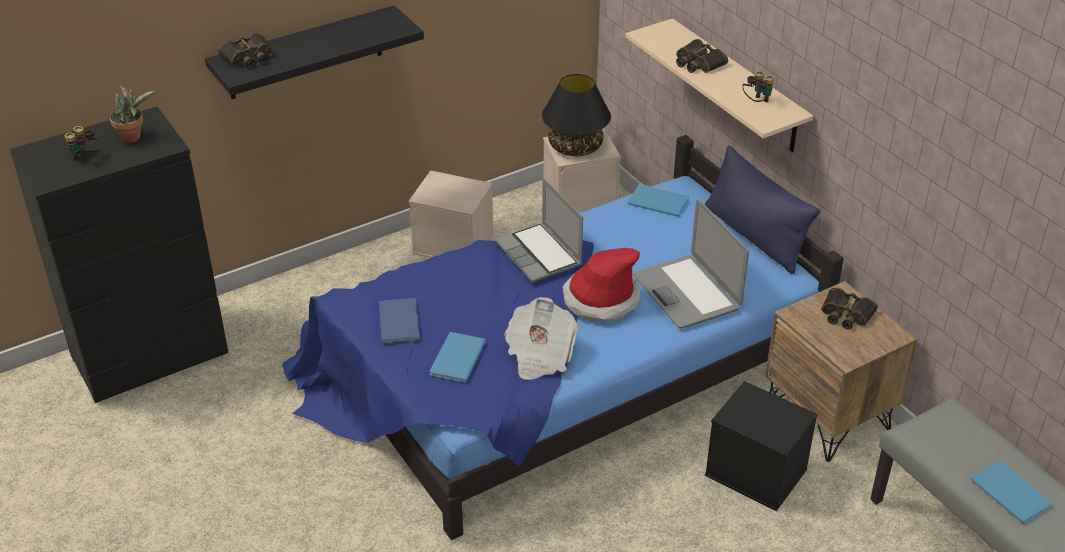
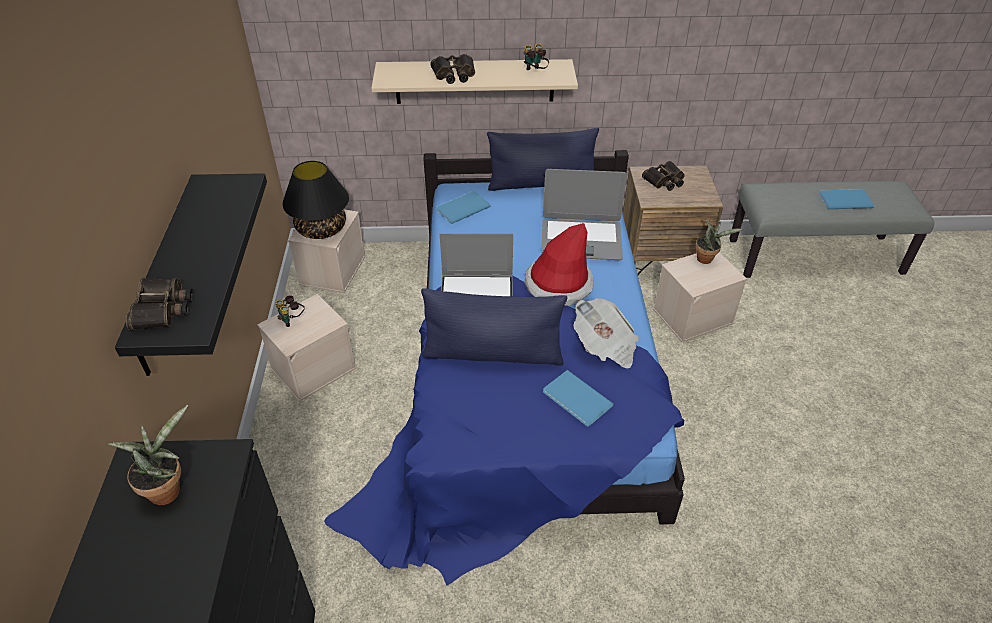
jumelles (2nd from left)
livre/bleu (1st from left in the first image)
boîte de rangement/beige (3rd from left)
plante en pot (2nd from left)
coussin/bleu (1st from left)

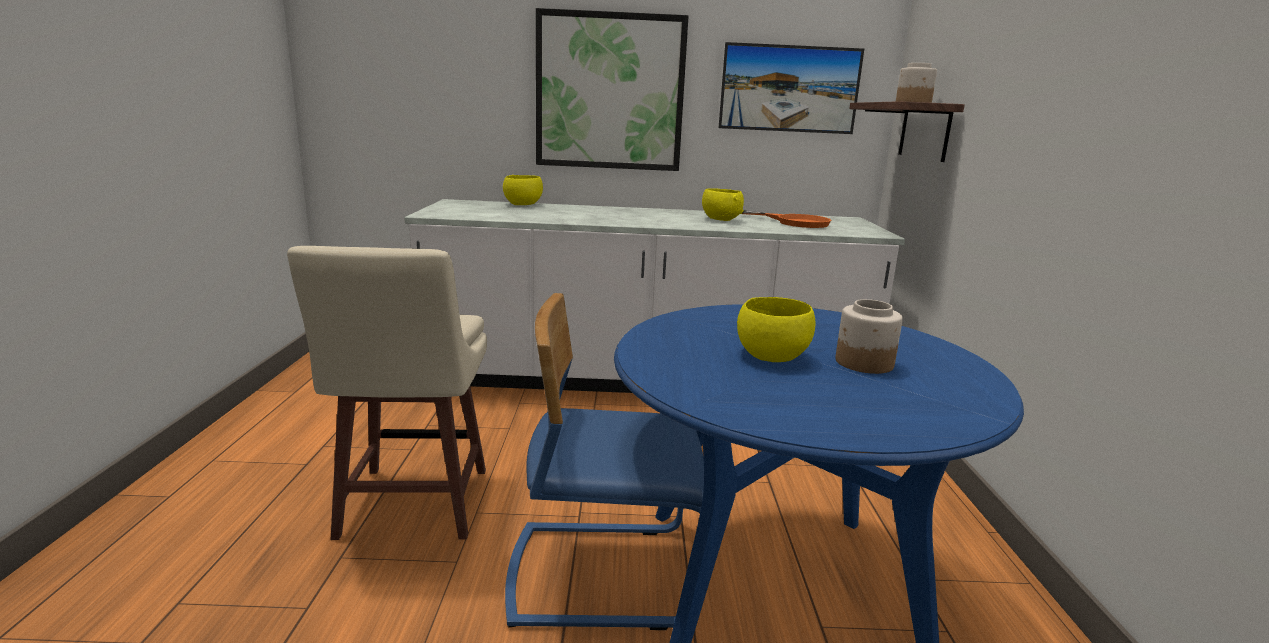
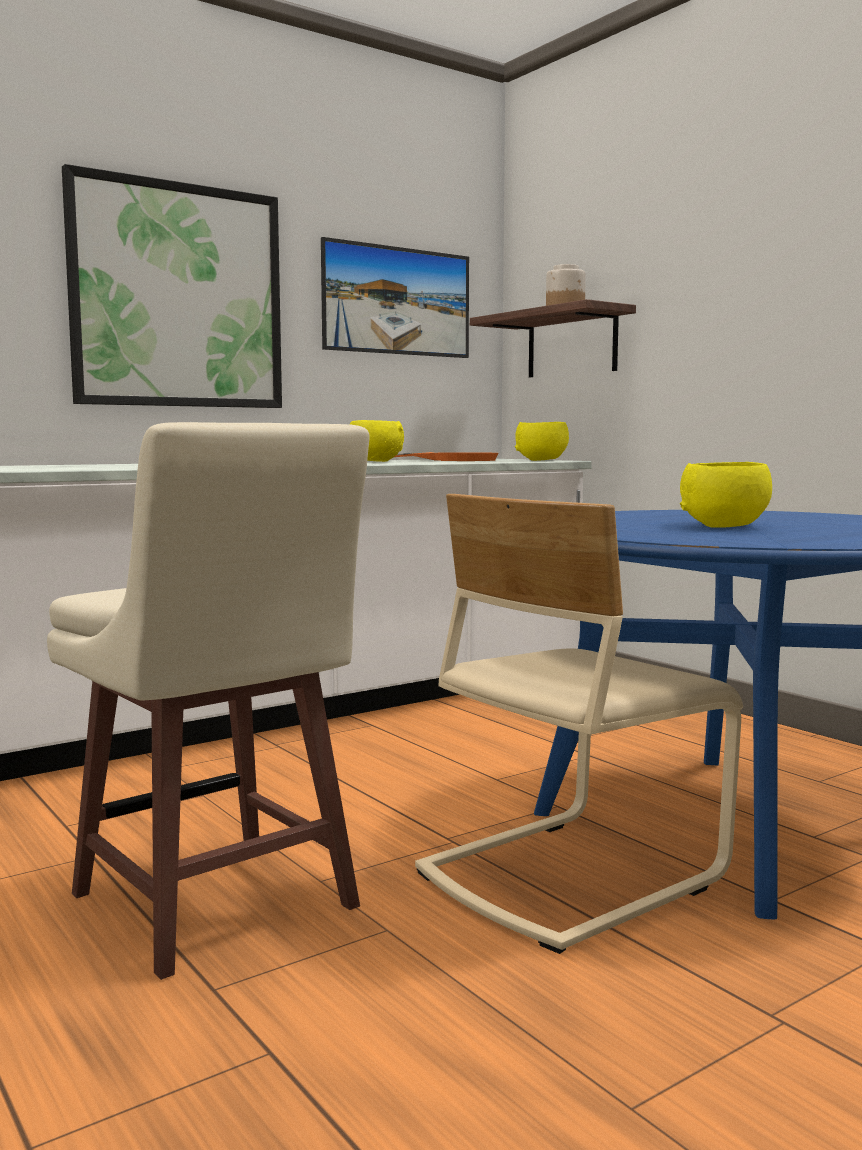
bol/jaune (2nd from left)
chaise/beige
bocal (1st from left in the first image)

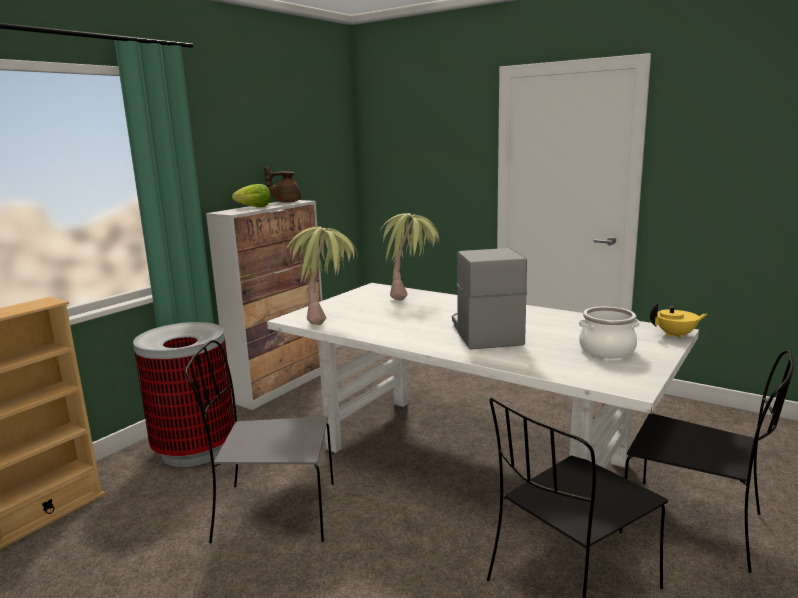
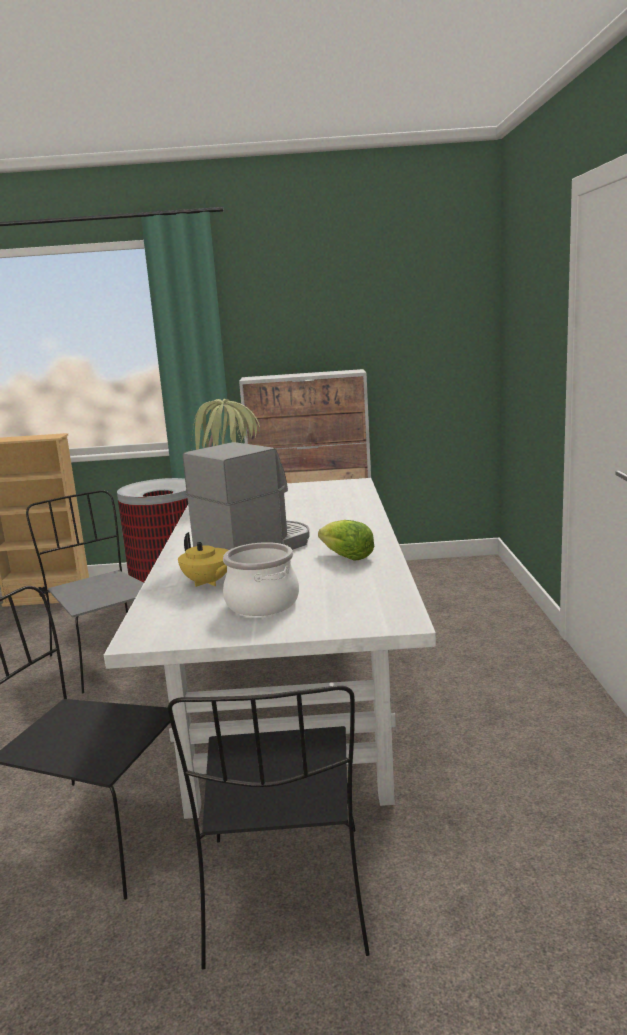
théière/marron
laitue
plante en pot (2nd from left in the first image)
théière/jaune

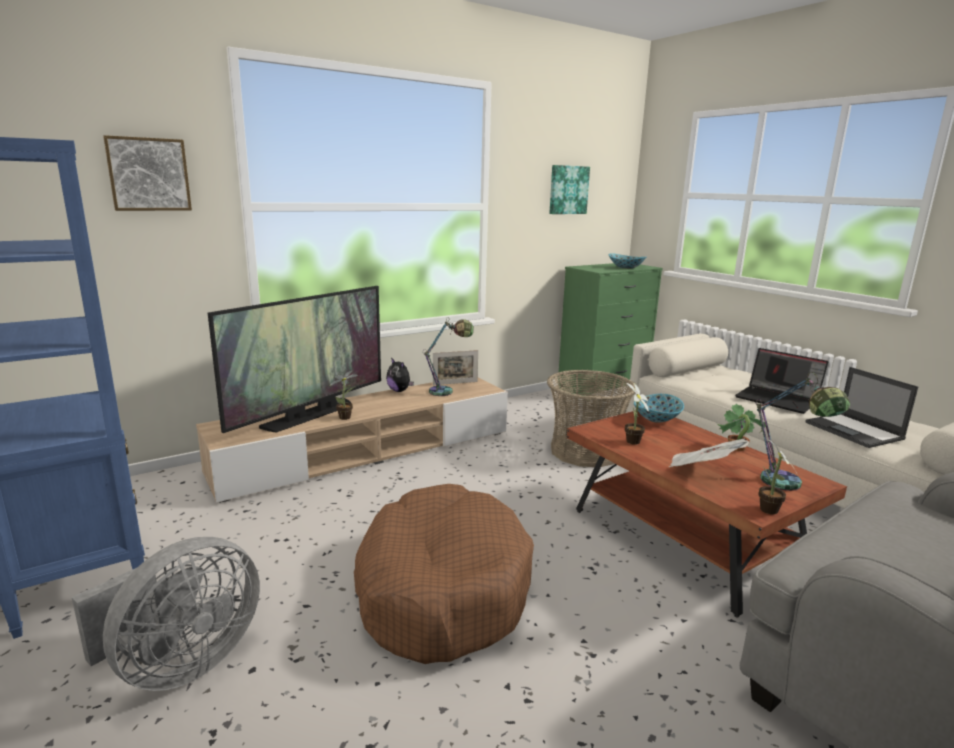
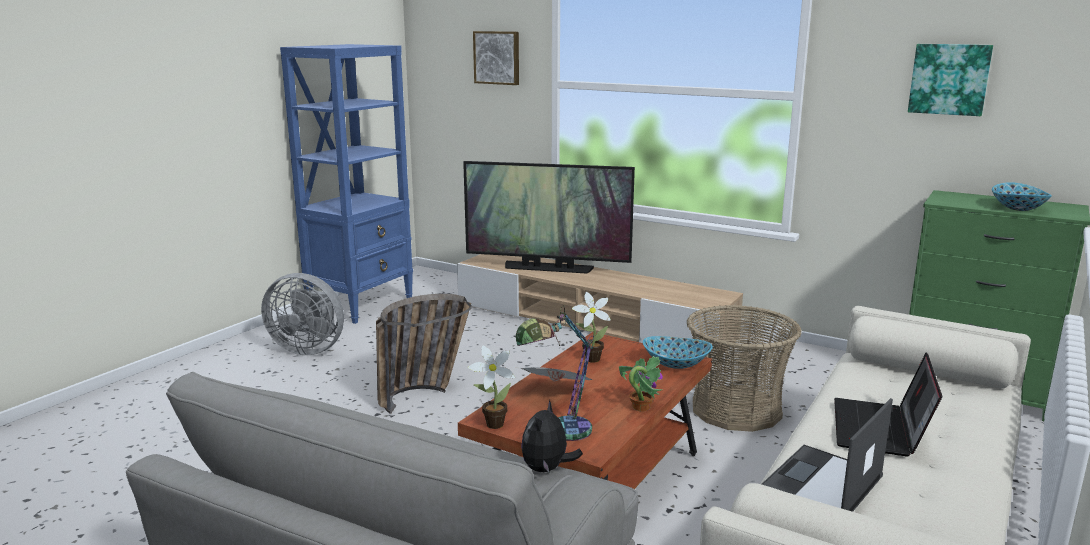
lampe de table (1st from left in the first image)
cadre photo
peluche
plante en pot (1st from left in the first image)
panier (1st from left)

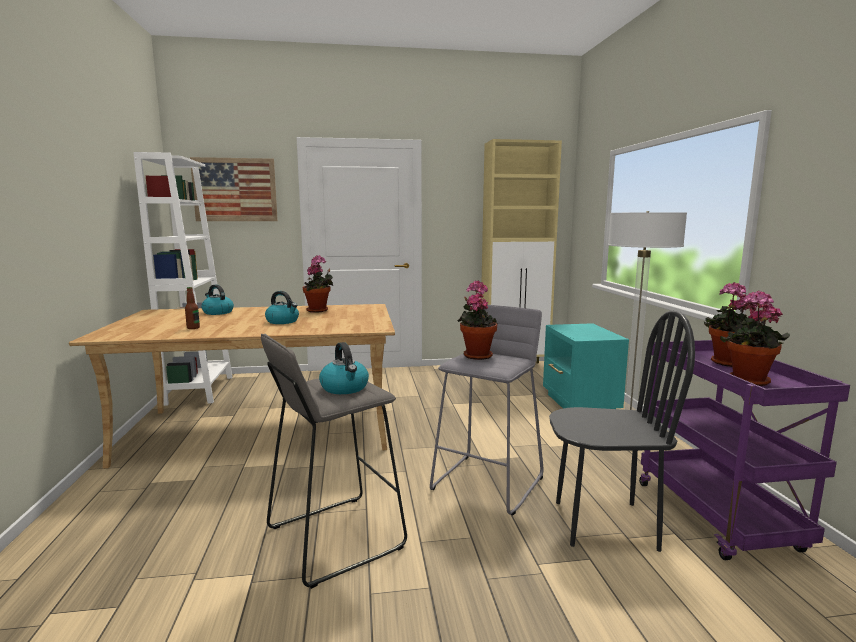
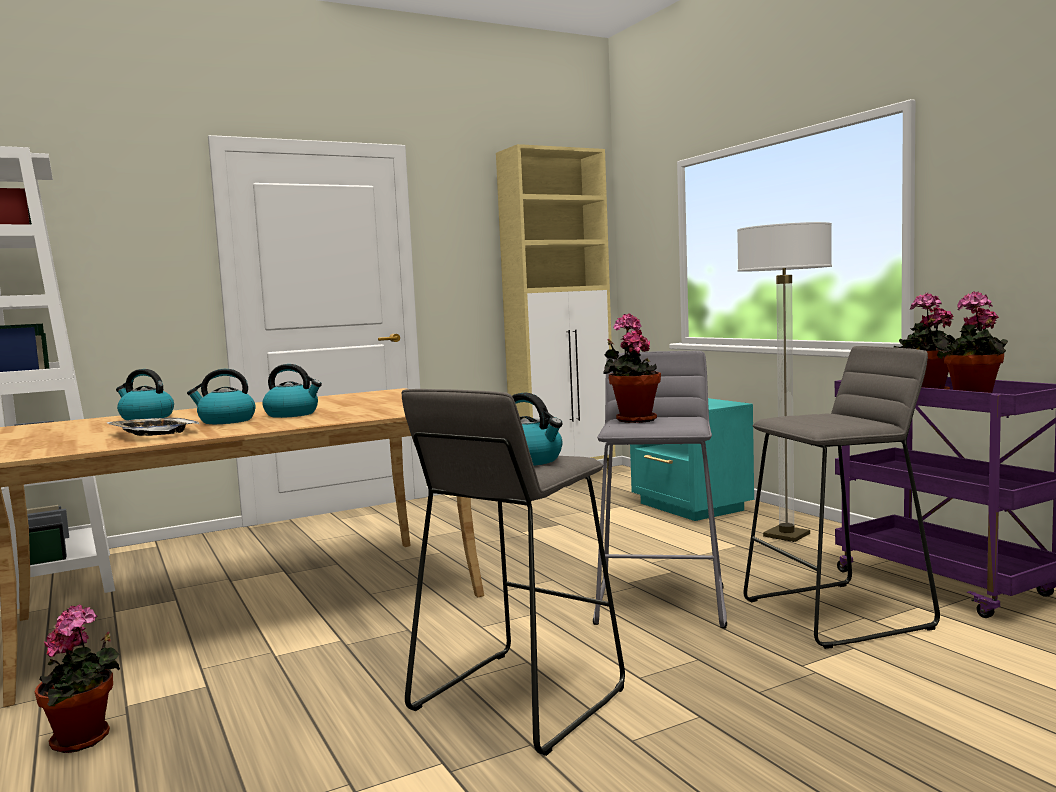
tableau
plante en pot (1st from left)
plateau
tabouret/gris (3rd from left)
bouilloire (2nd from left)

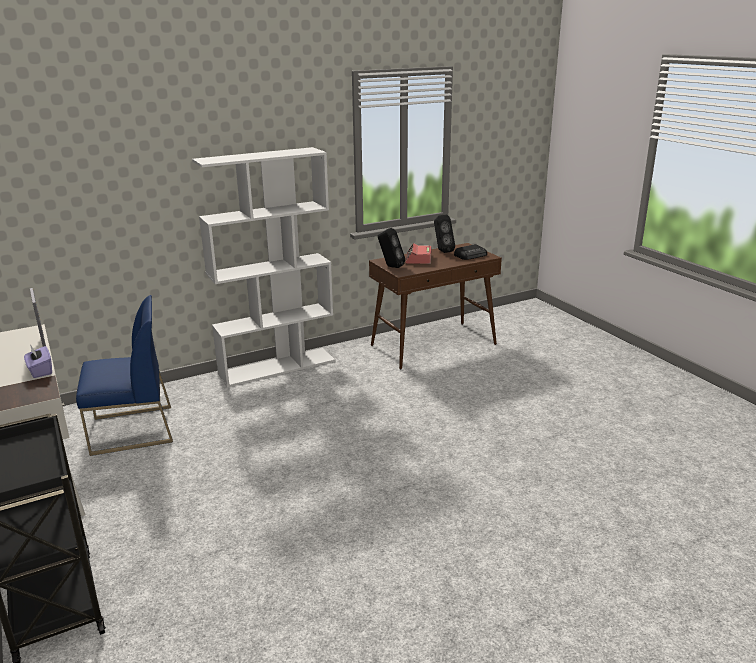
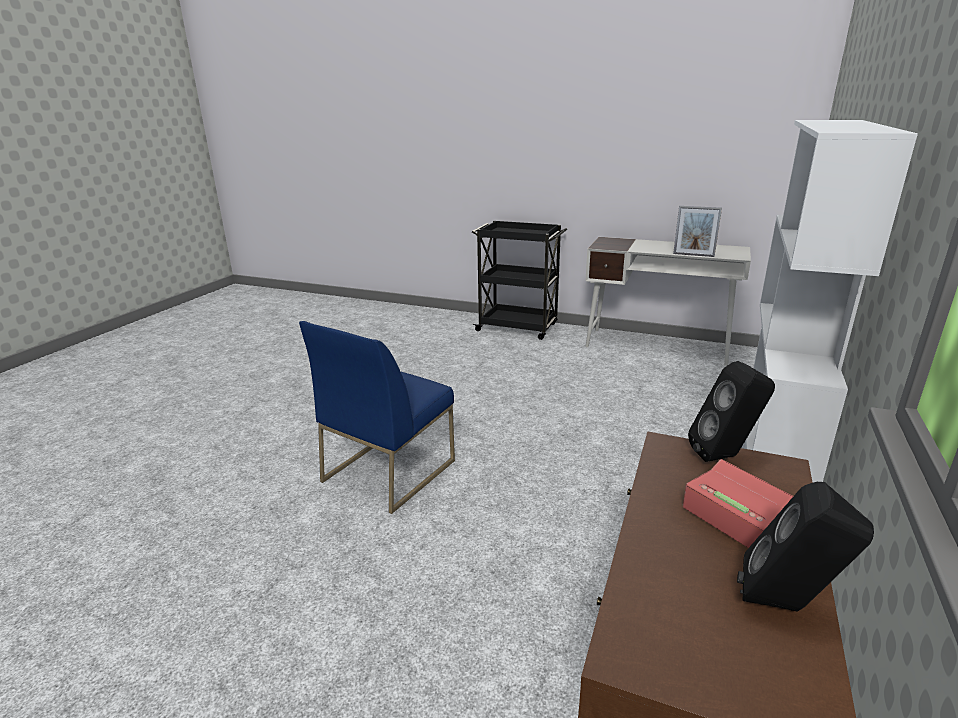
radio
chaise/bleu
boîte à mouchoirs/violet

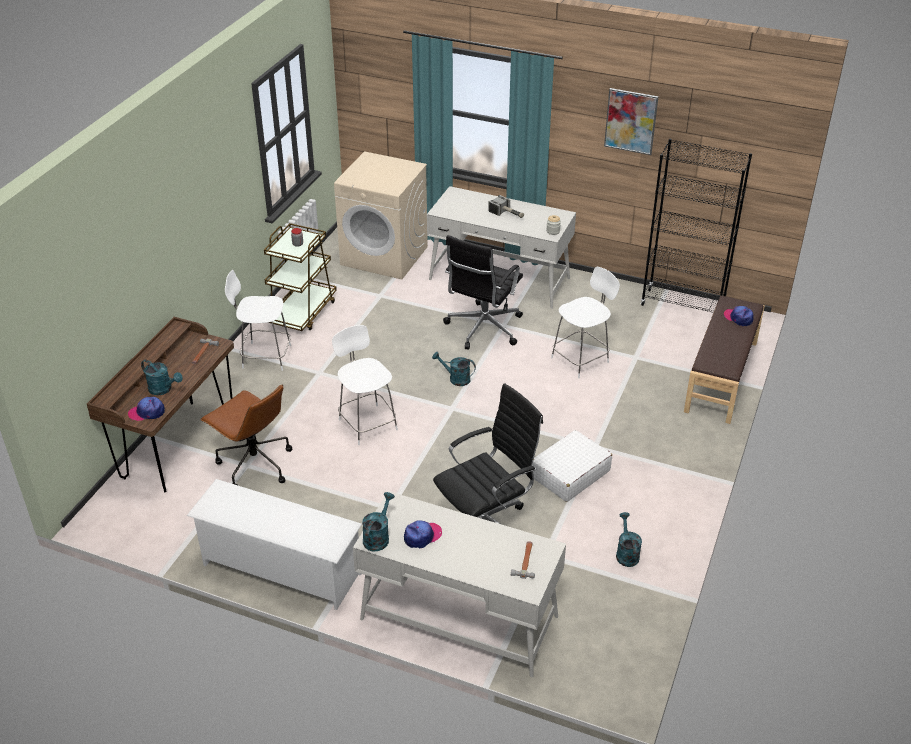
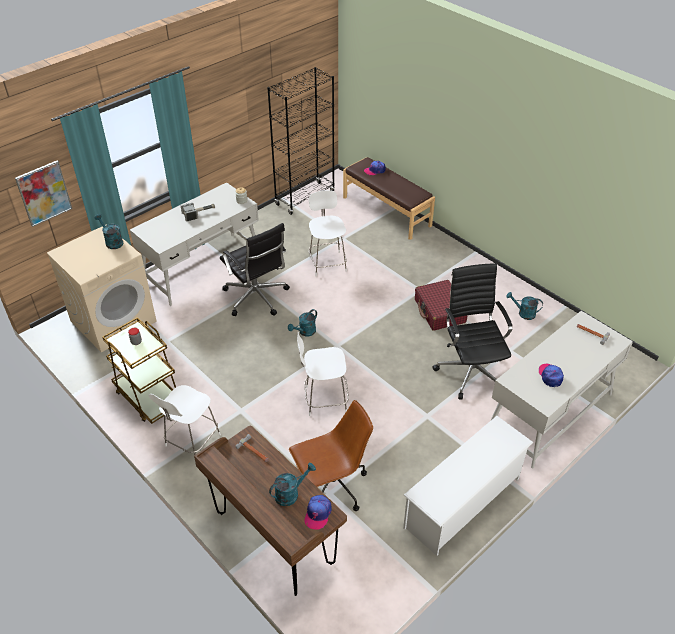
tableau
valise/rouge
arrosoir/turquoise (1st from left)

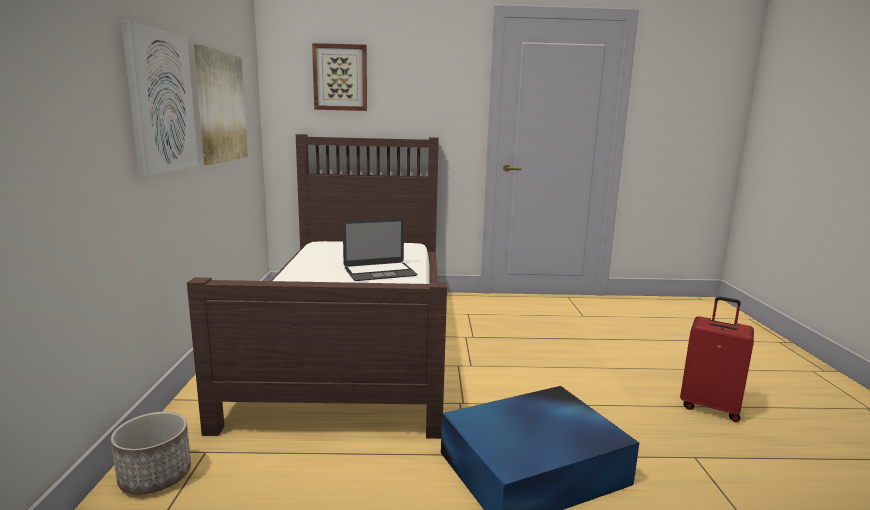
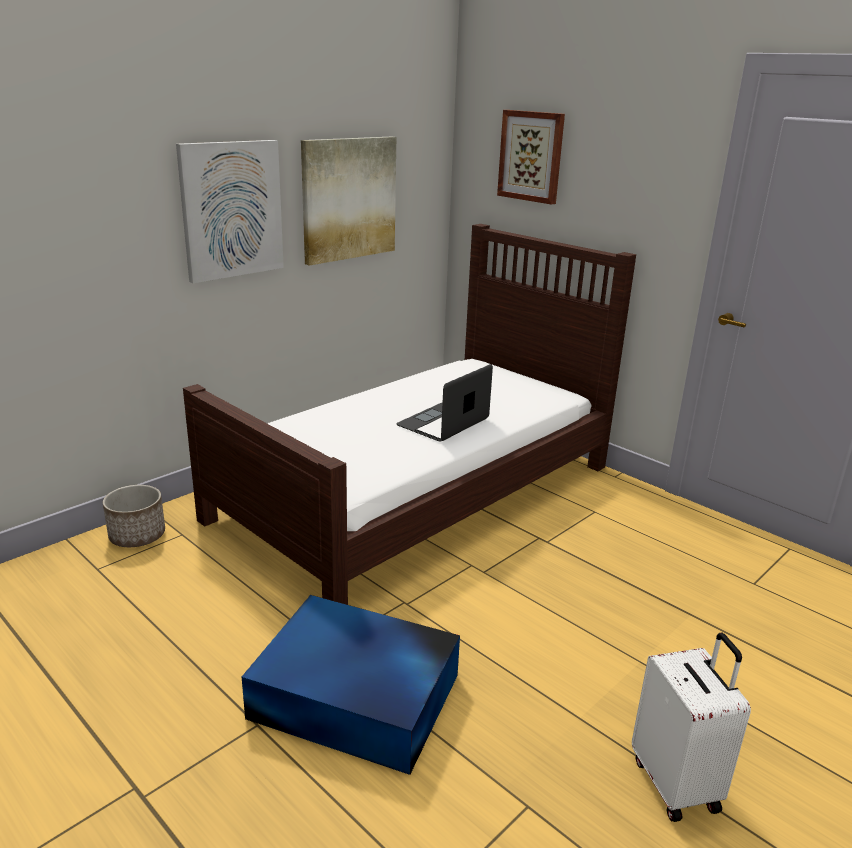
ordinateur portable
valise/blanc

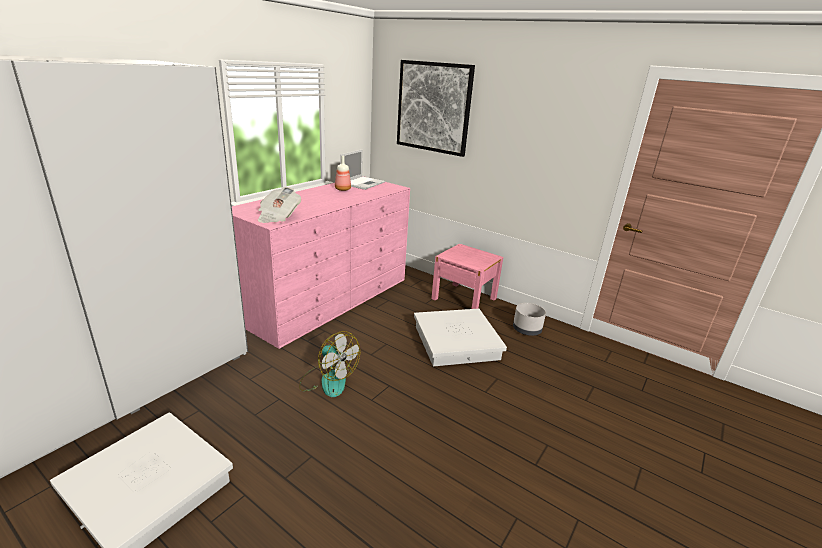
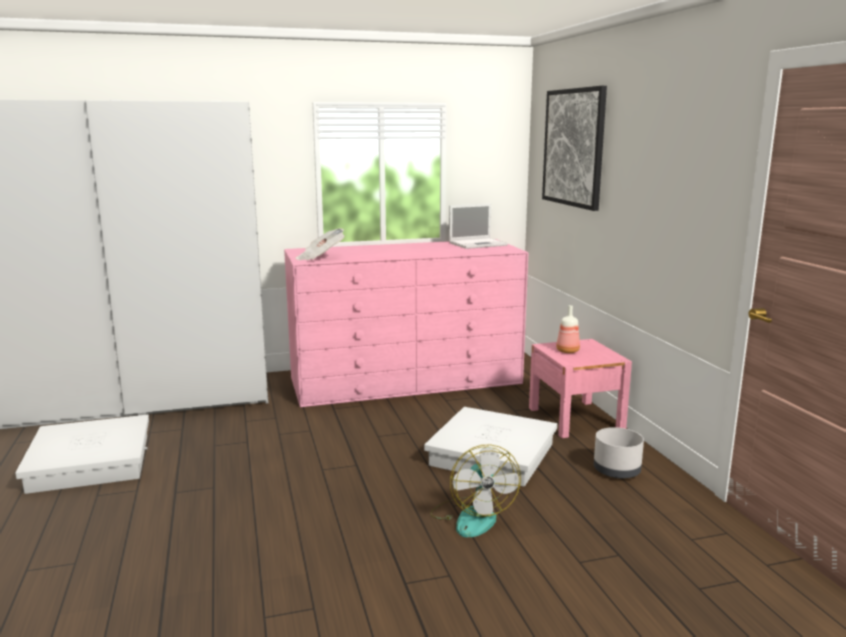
bouteille
ventilateur

